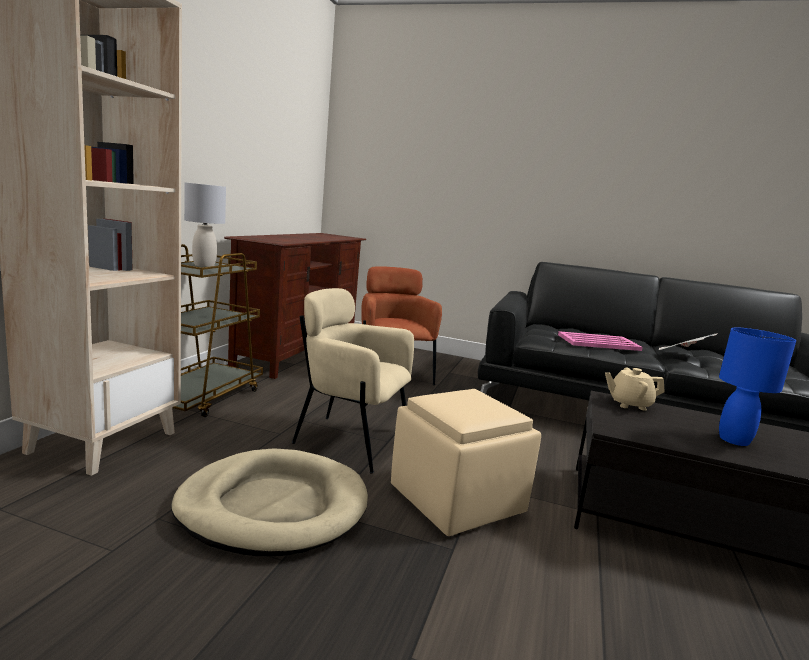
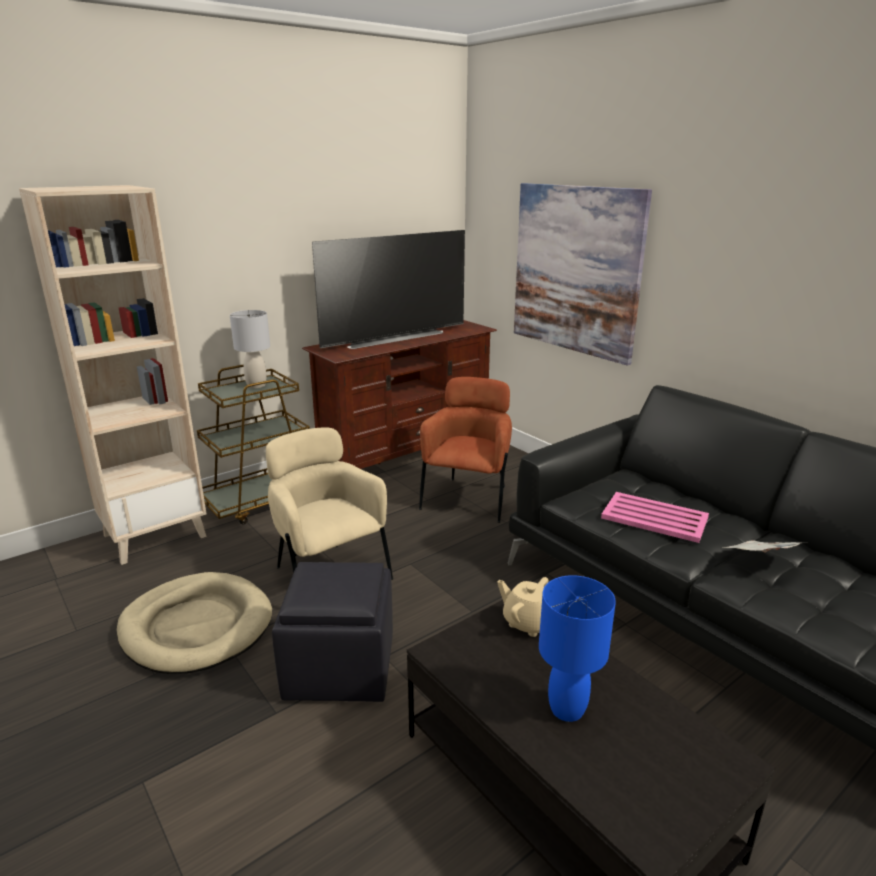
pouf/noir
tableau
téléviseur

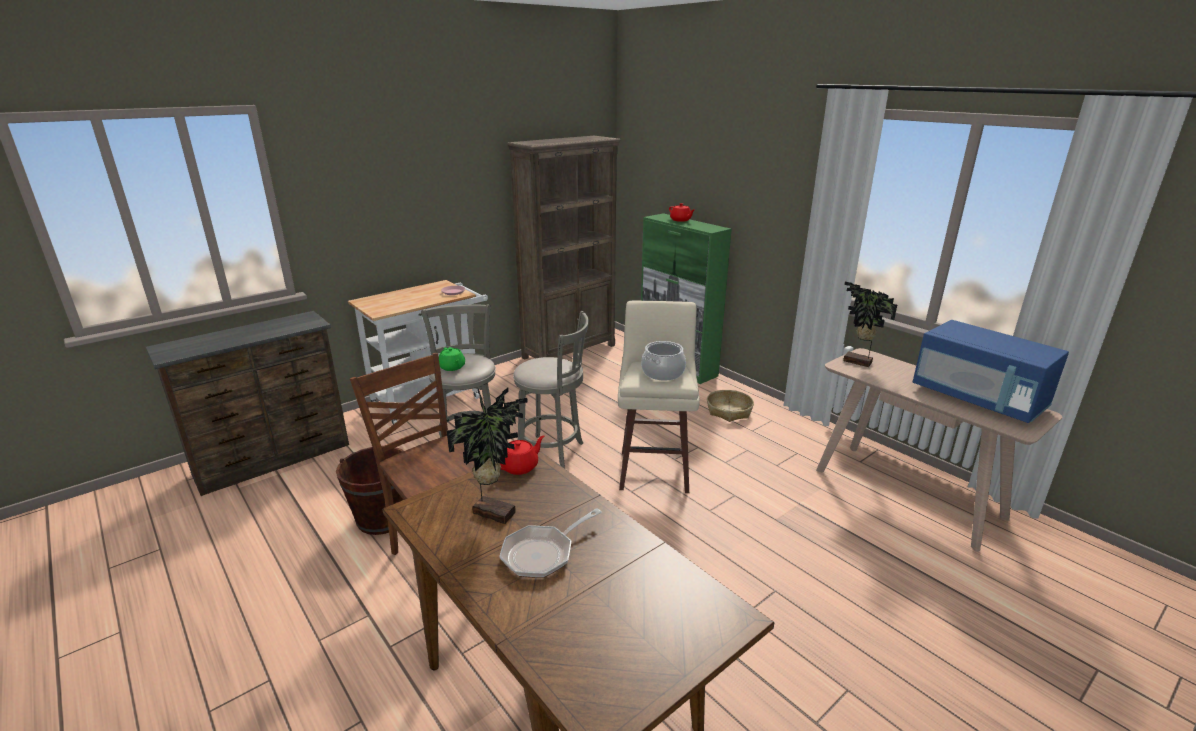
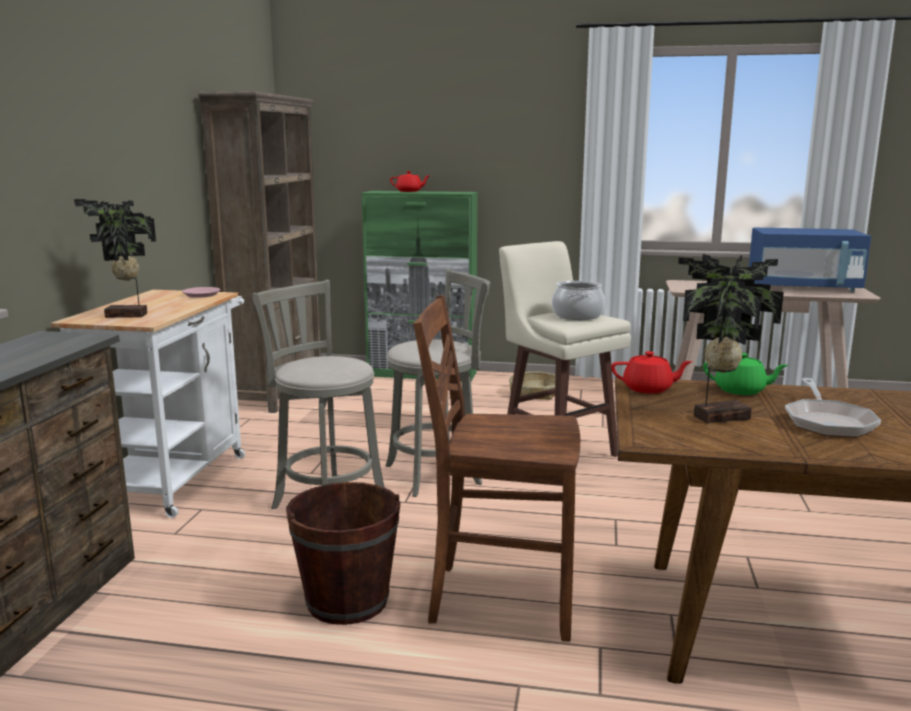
plante en pot (1st from left)
théière/vert
théière/rouge (2nd from left)

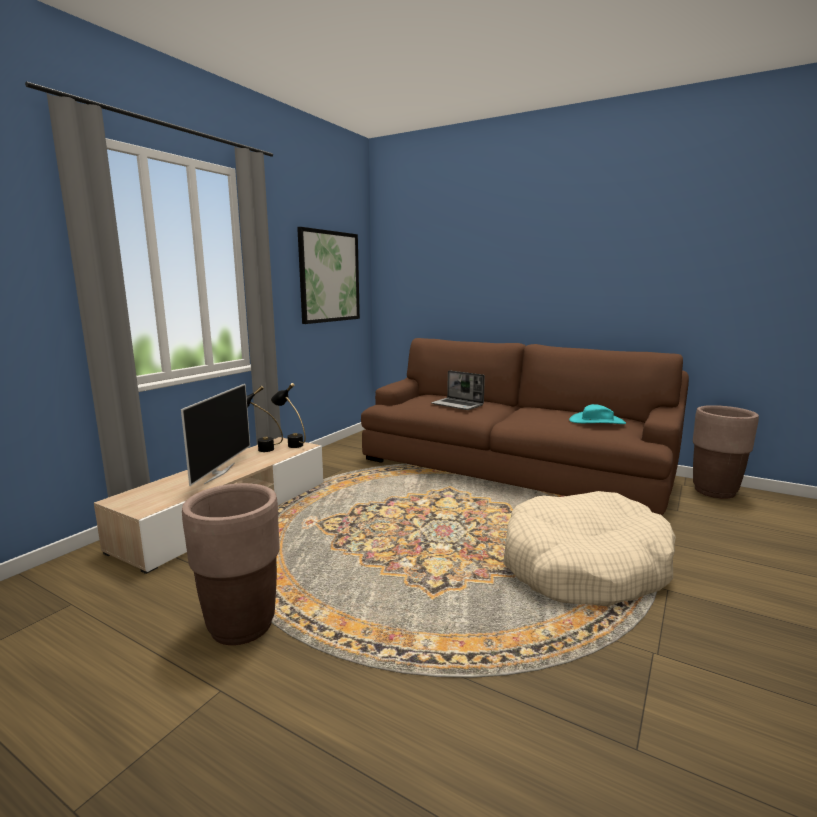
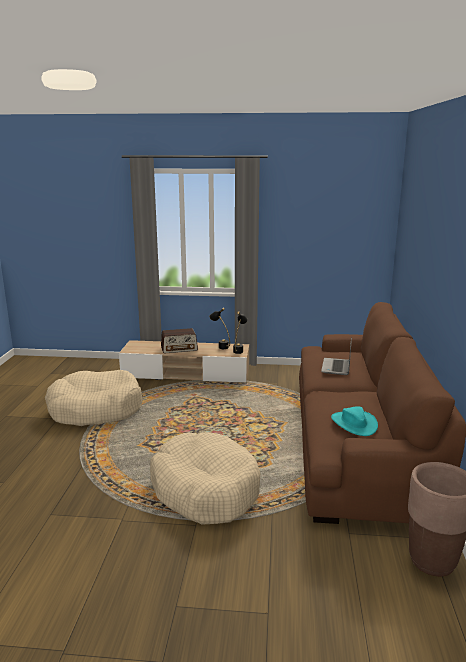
tableau
radio
panier pour chien/beige (1st from left)

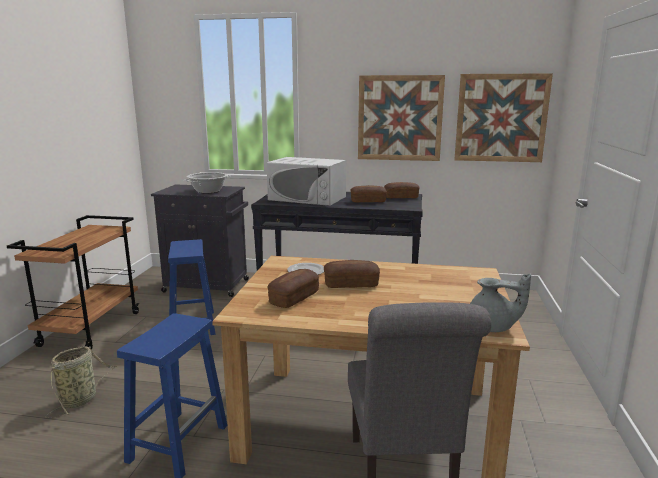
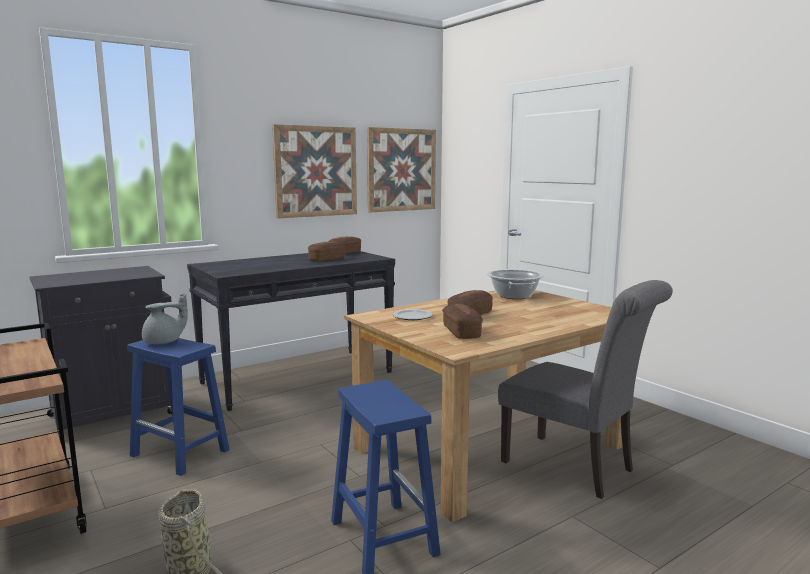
micro-ondes/blanc
marmite
théière/gris

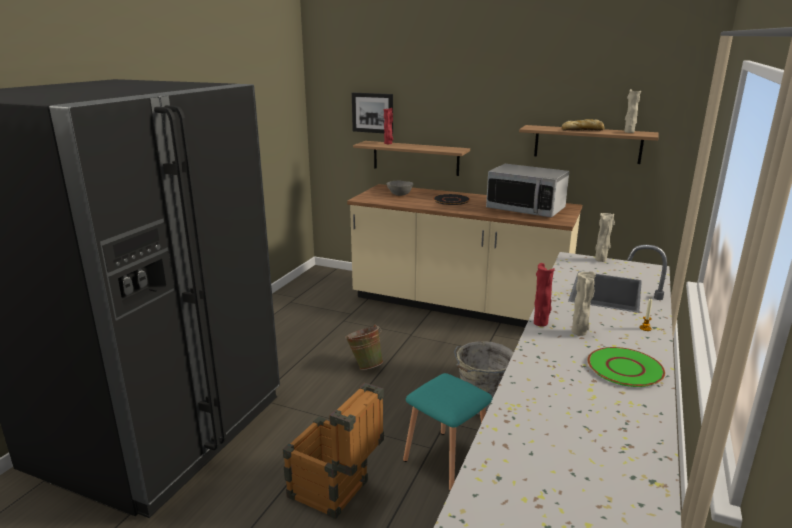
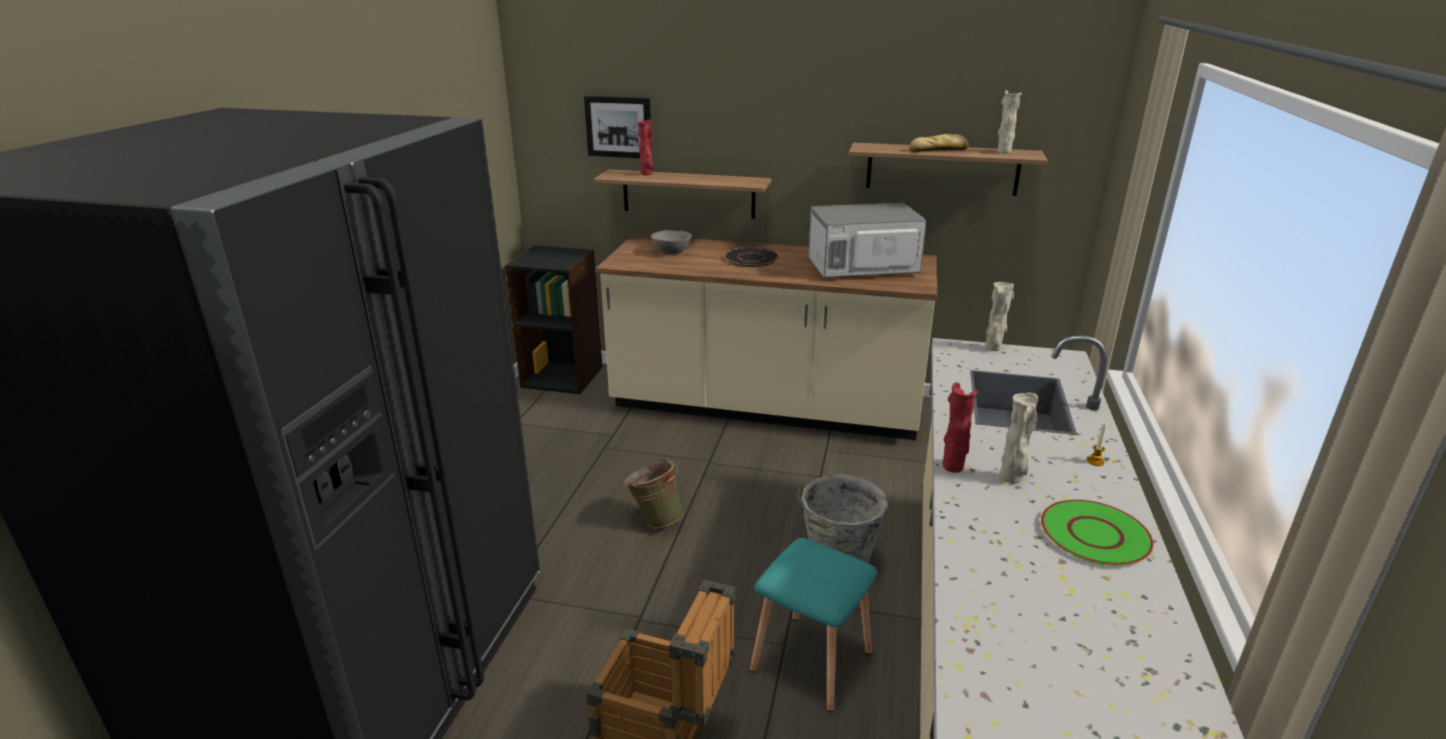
micro-ondes
bibliothèque/noir

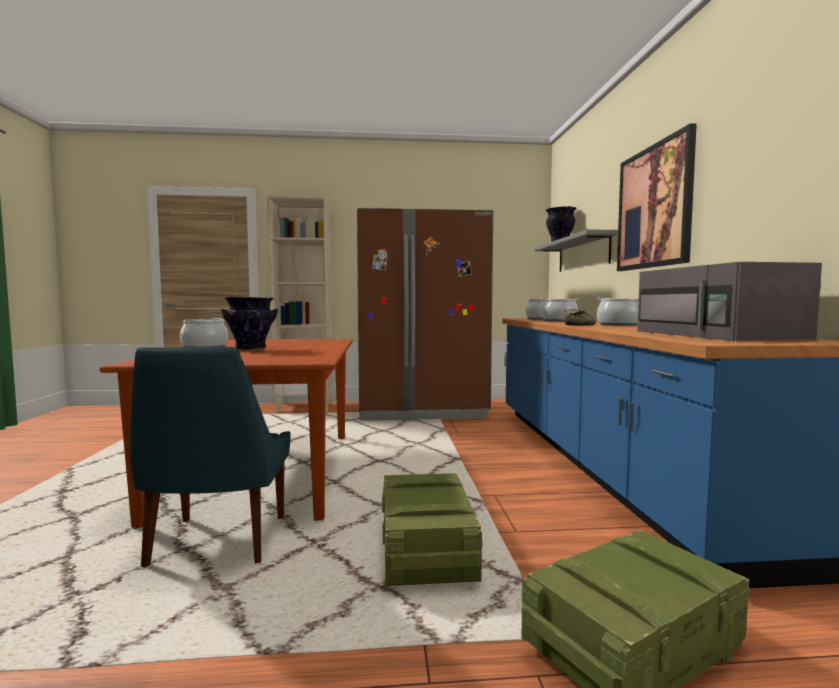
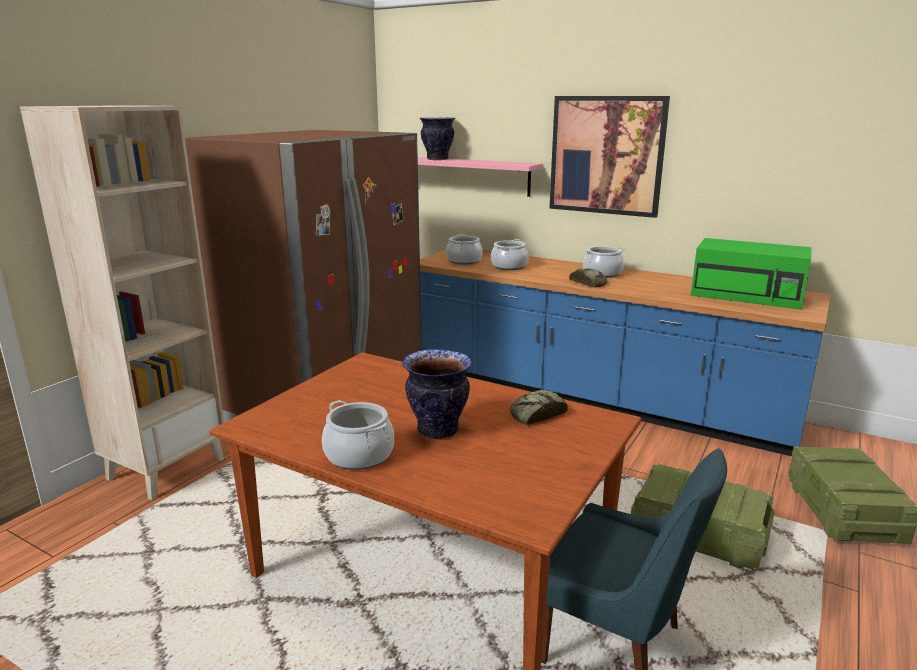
étagère/rose
micro-ondes/vert
pain (1st from left)

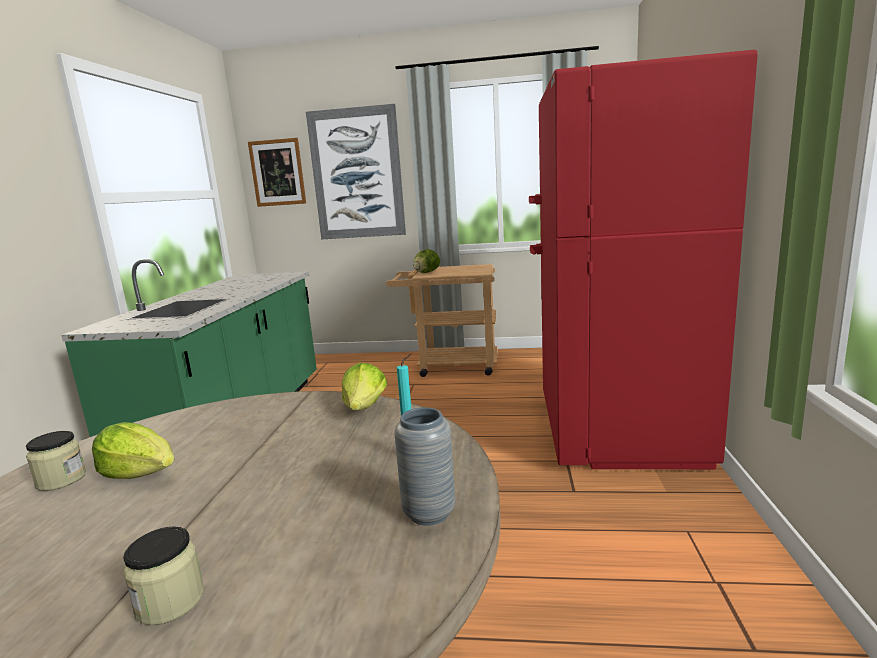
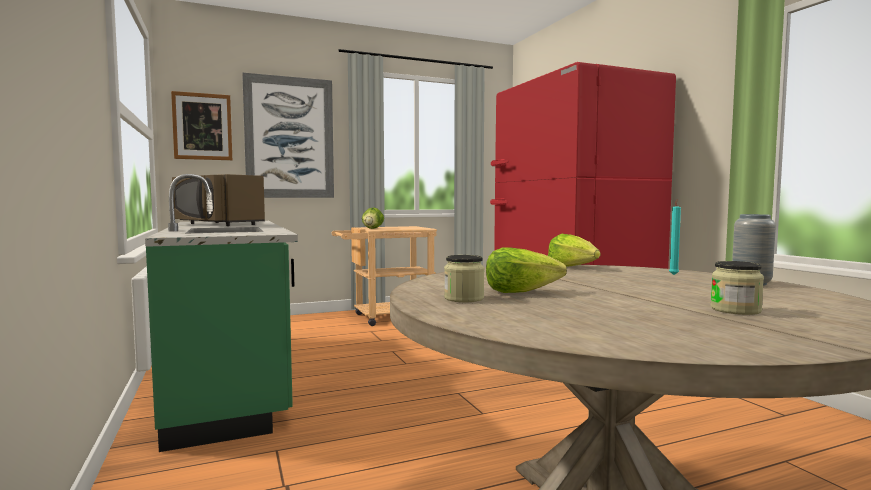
micro-ondes/marron

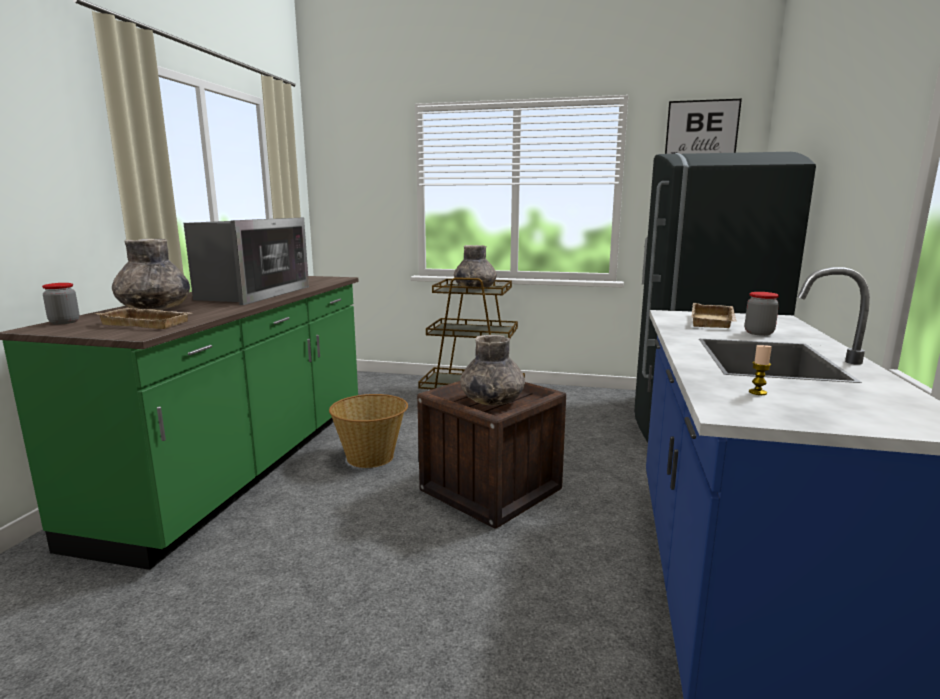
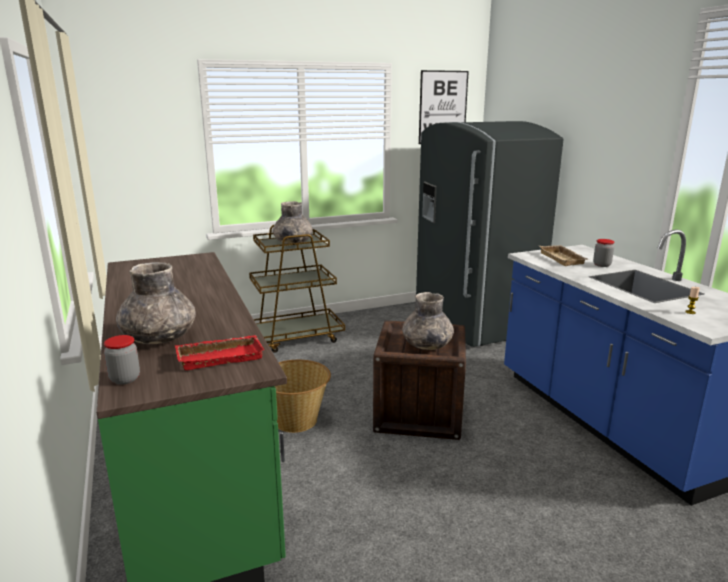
micro-ondes
plateau/rouge

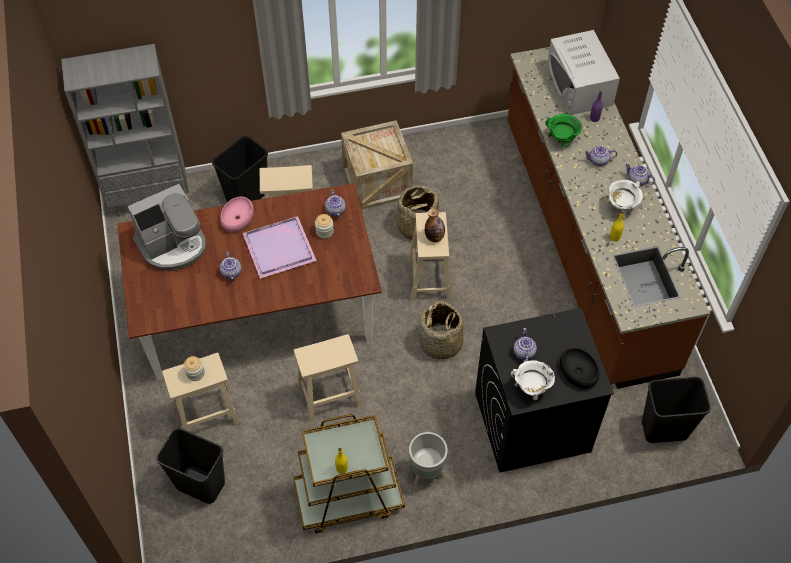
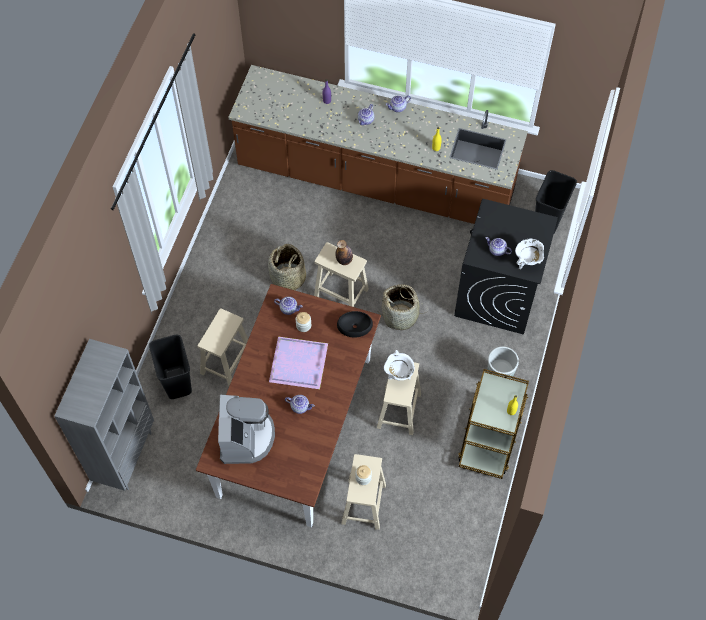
micro-ondes/blanc
marmite/vert
caisse
marmite/blanc (1st from left)
bol/rose
bol/noir
poubelle/noir (1st from left in the first image)

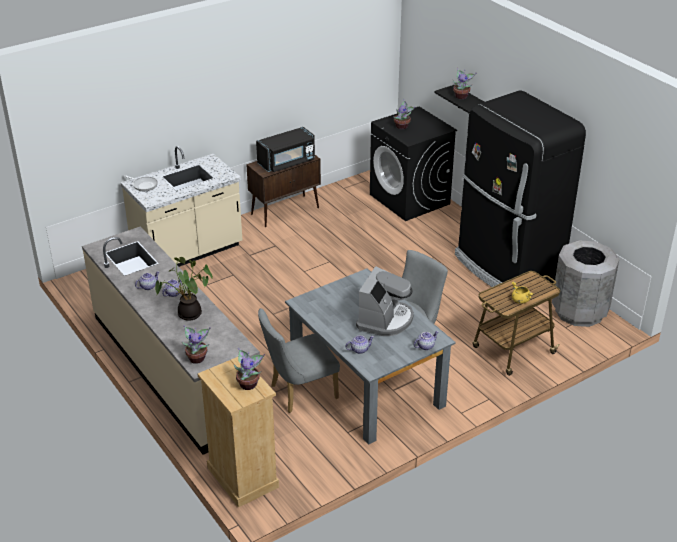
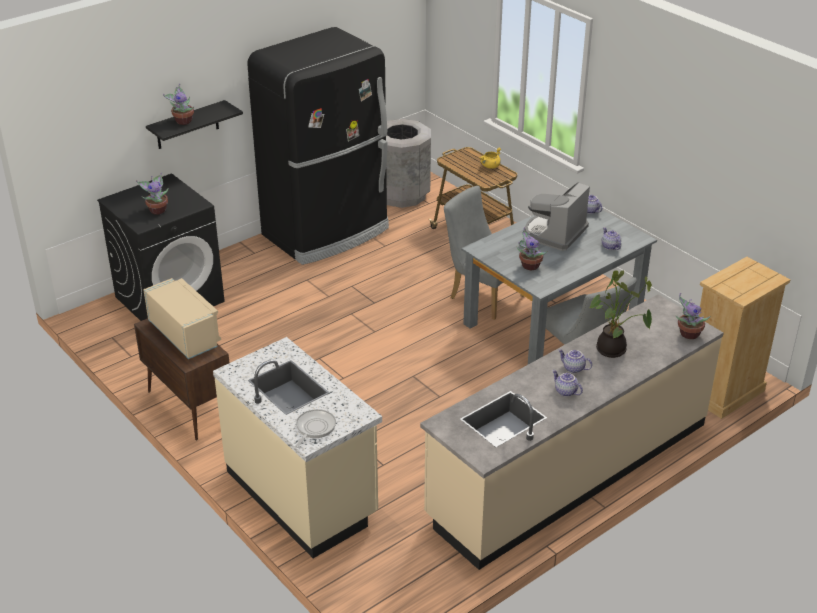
micro-ondes/beige
machine à café
plante en pot (3rd from left)

